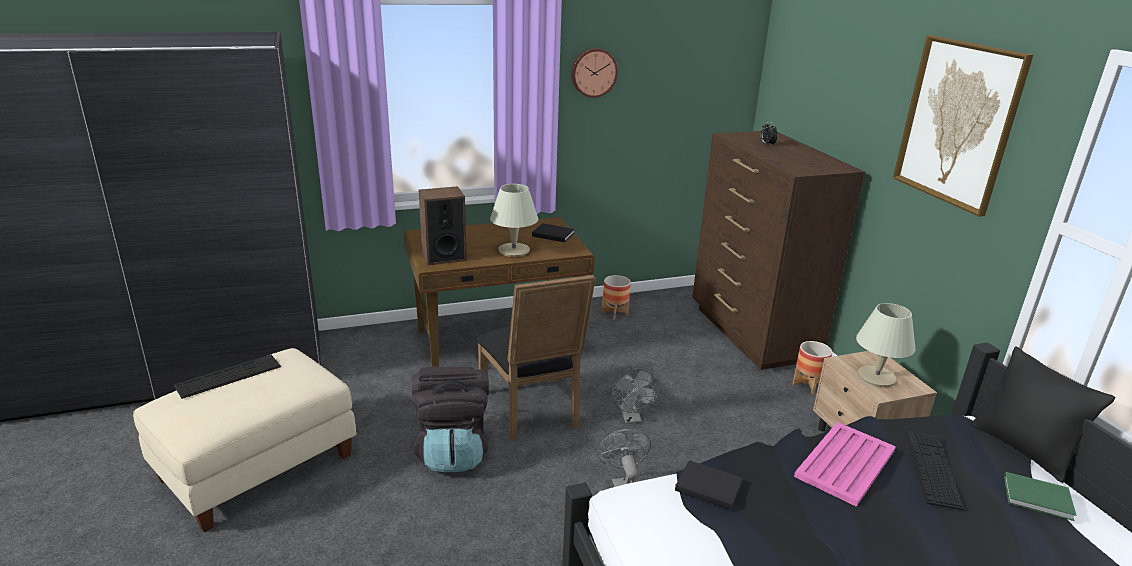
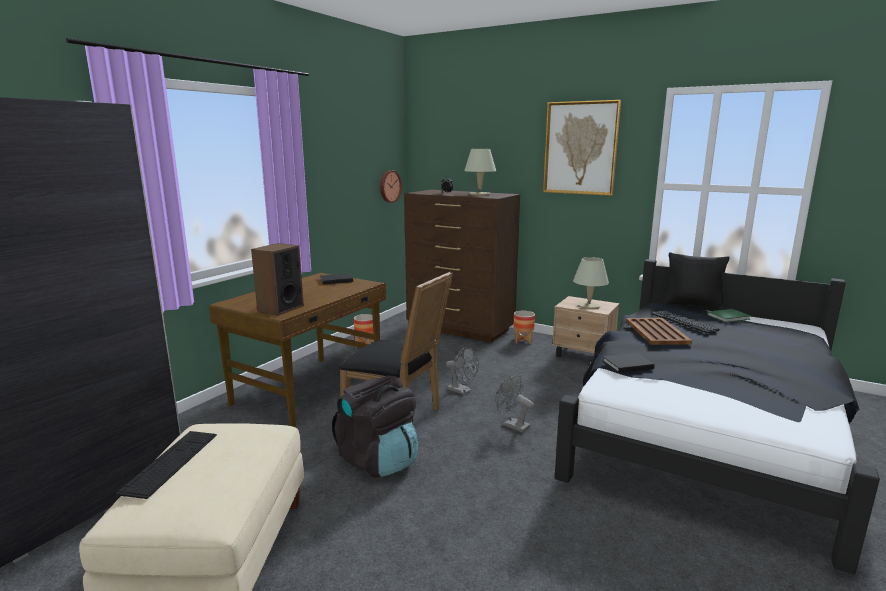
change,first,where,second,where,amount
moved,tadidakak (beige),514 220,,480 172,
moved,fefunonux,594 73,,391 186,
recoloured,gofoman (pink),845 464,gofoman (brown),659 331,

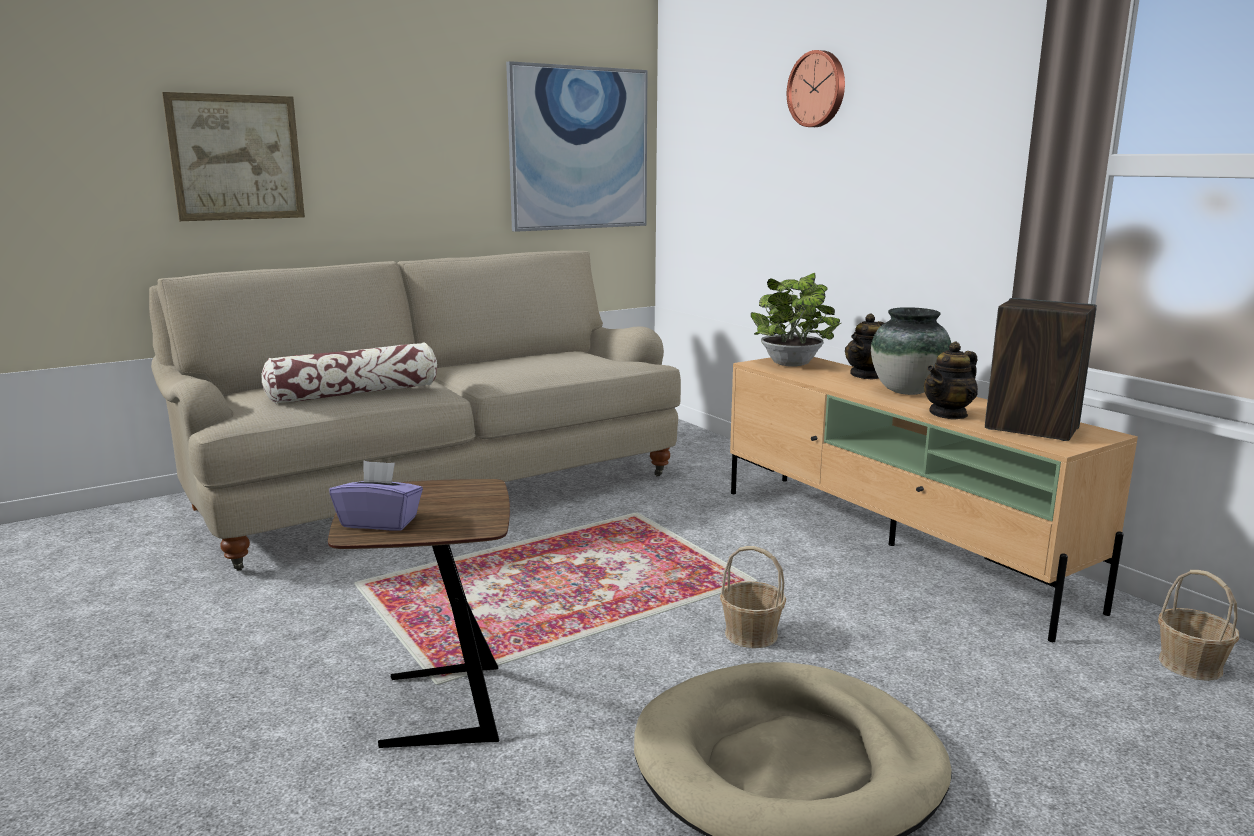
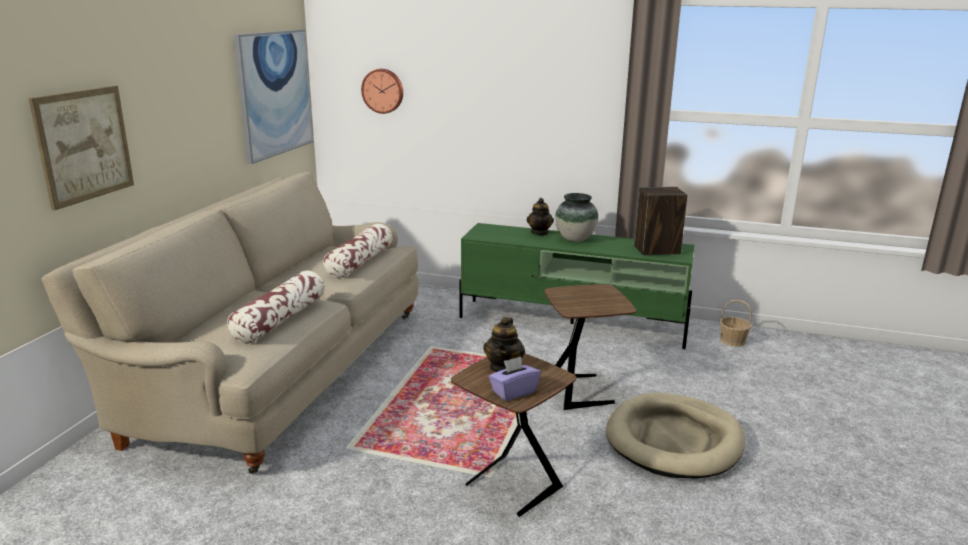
change,first,where,second,where,amount
removed,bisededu,796 320,,,
added,,,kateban,358 251,
moved,fefunonux,816 88,,382 91,
moved,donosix,951 381,,504 344,
replaced,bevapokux,753 597,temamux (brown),590 347,
recoloured,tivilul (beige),934 499,tivilul (green),576 286,

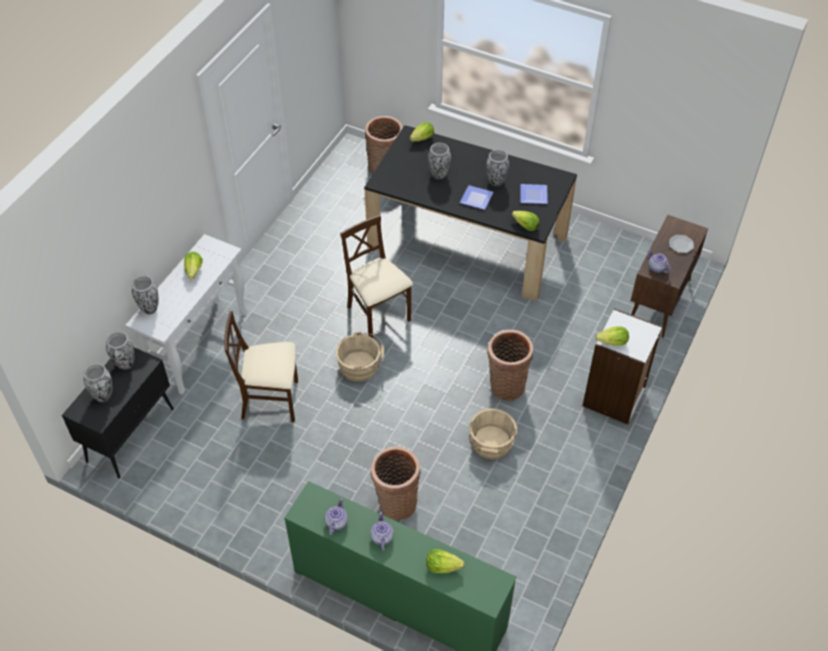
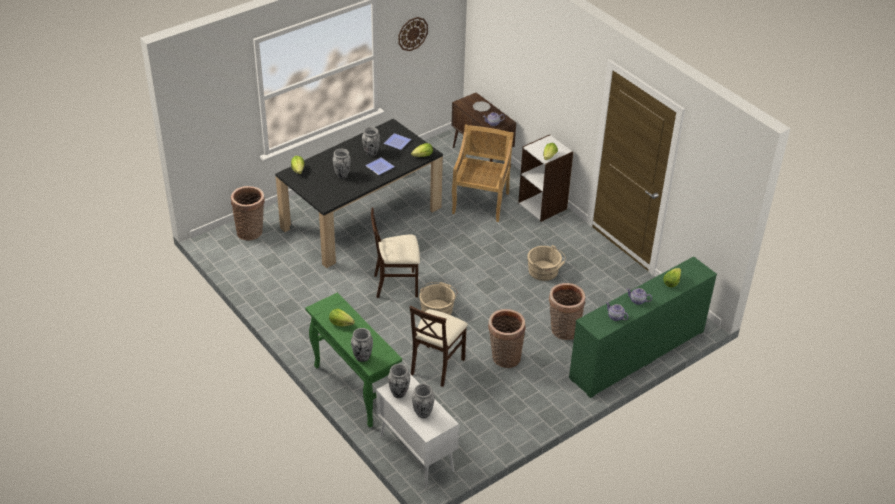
change,first,where,second,where,amount
added,,,fefunonux,413 34,
added,,,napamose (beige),483 173,
moved,bevapokux,510 365,,507 338,
recoloured,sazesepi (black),118 412,sazesepi (white),417 431,
recoloured,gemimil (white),186 314,gemimil (green),353 360,

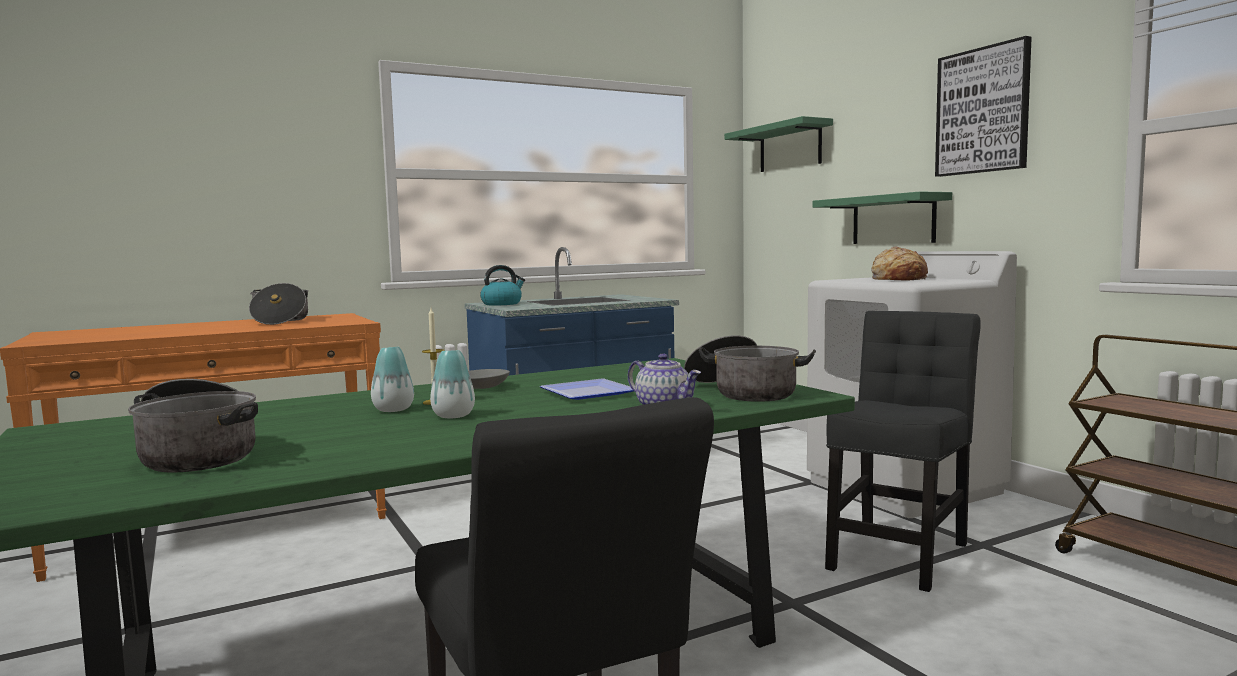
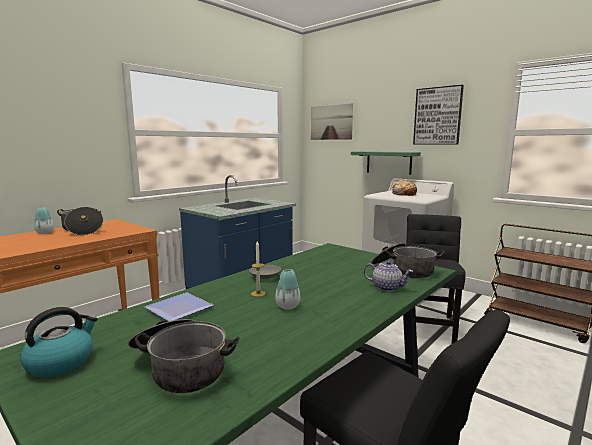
change,first,where,second,where,amount
moved,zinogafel,392 379,,44 220,
moved,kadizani,502 285,,58 342,
moved,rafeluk,587 389,,179 307,
replaced,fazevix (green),778 144,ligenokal,332 121,

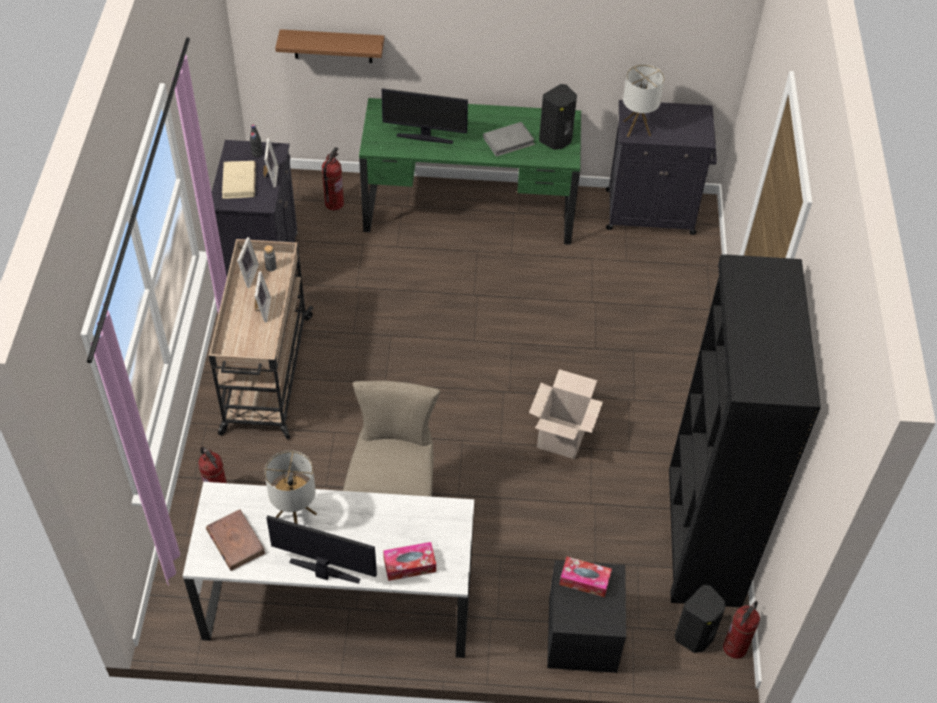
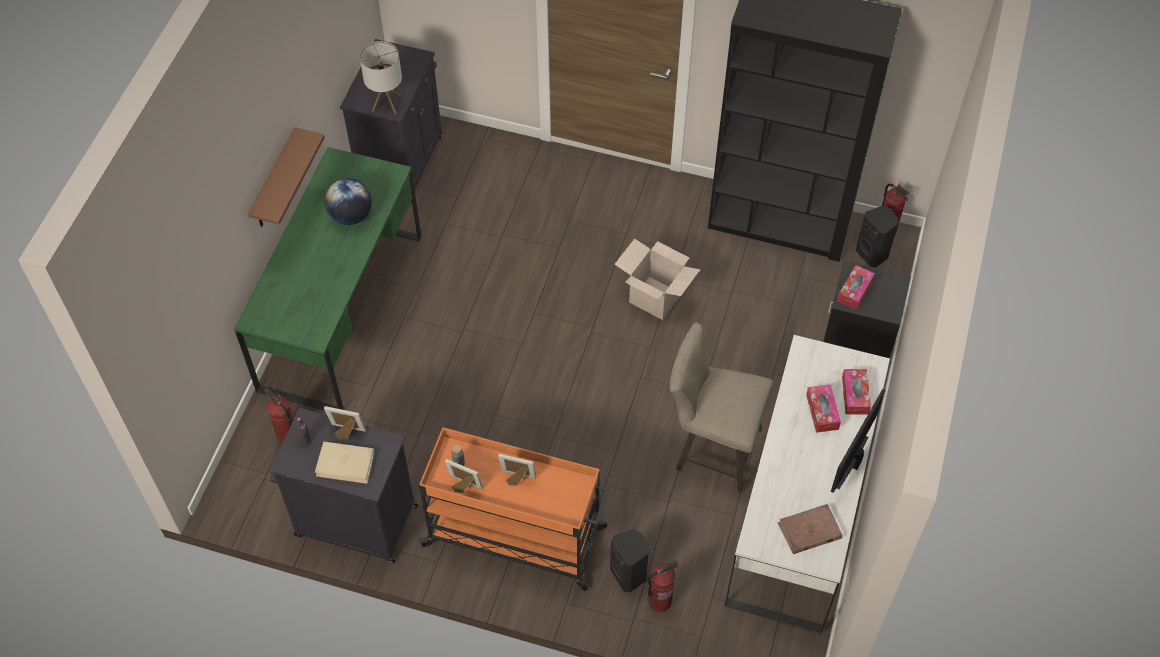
change,first,where,second,where,amount
removed,tadidakak,290 487,,,
removed,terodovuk,425 116,,,
added,,,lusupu,823 408,
moved,fazevix (brown),329 46,,286 177,
moved,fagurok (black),558 117,,629 560,
replaced,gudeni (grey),509 139,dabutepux,348 201,
recoloured,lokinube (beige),261 339,lokinube (orange),513 509,

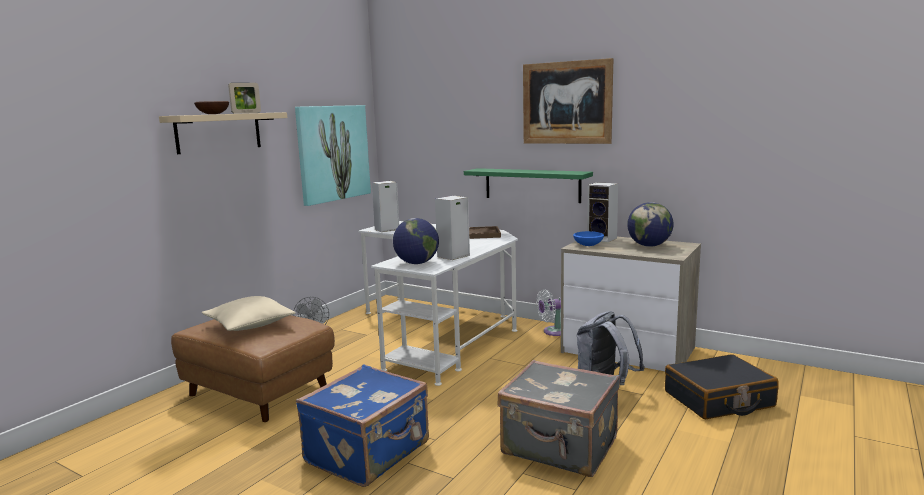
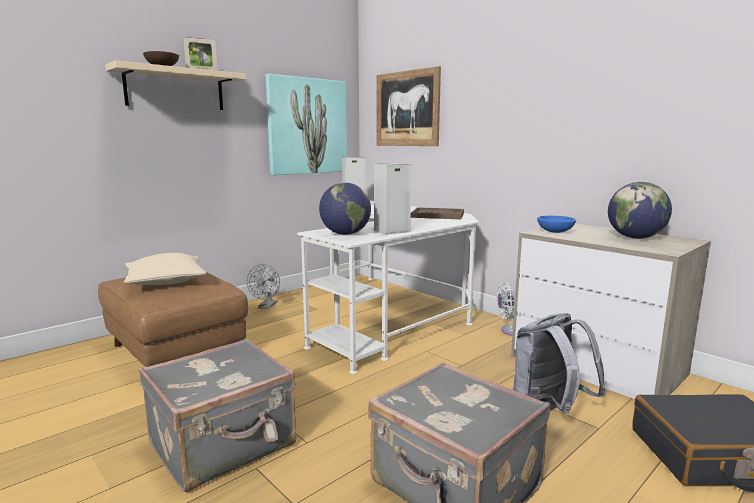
change,first,where,second,where,amount
removed,fazevix (green),528 185,,,
removed,fagurok,602 212,,,
moved,ligenokal,568 101,,408 106,
recoloured,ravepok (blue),362 426,ravepok (grey),217 415,

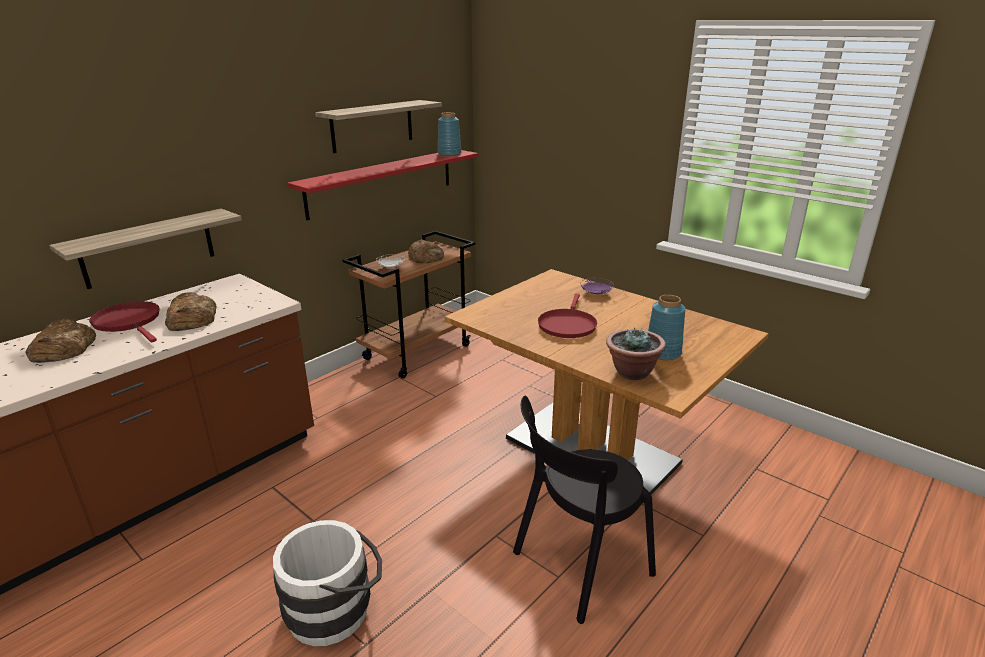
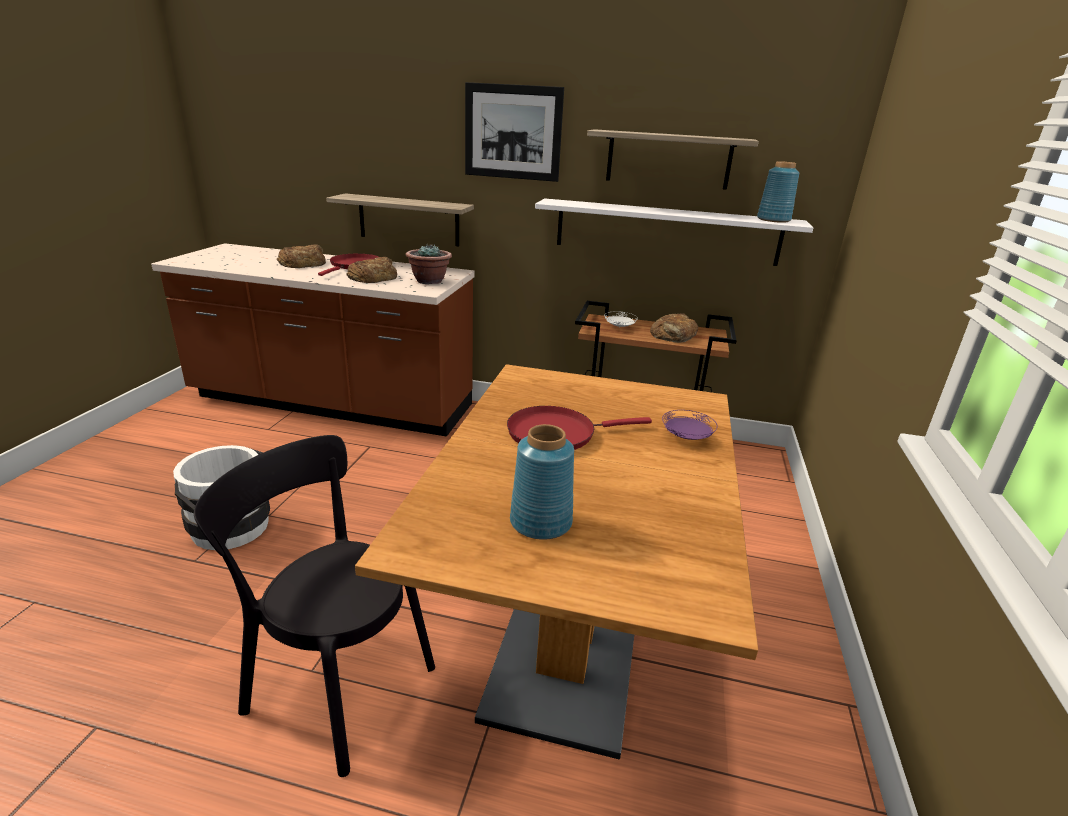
change,first,where,second,where,amount
added,,,ligenokal,514 132,
moved,bisededu,636 354,,429 263,
recoloured,fazevix (red),382 185,fazevix (white),674 232,

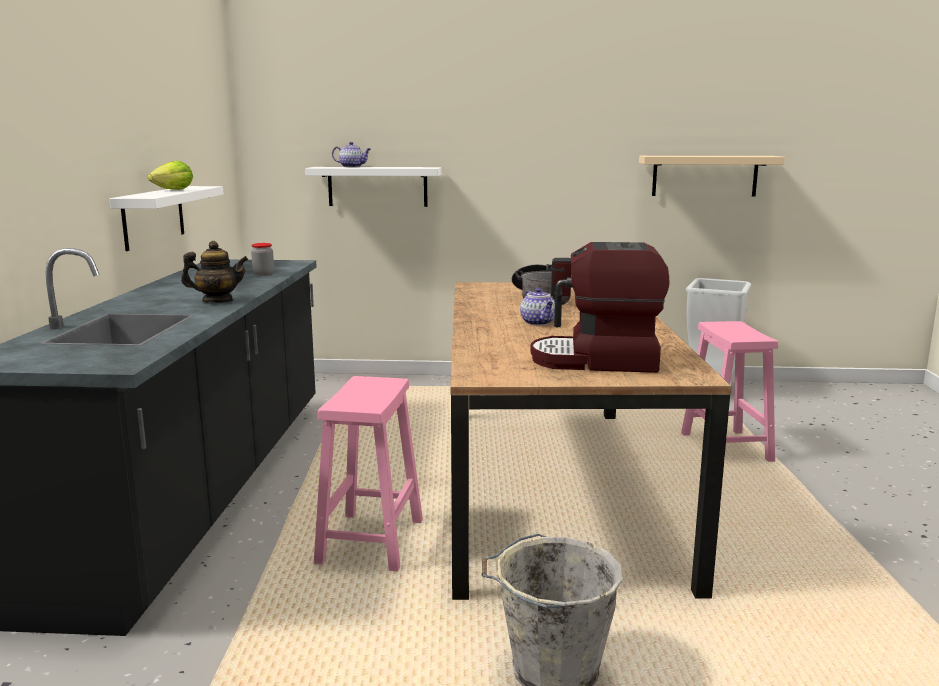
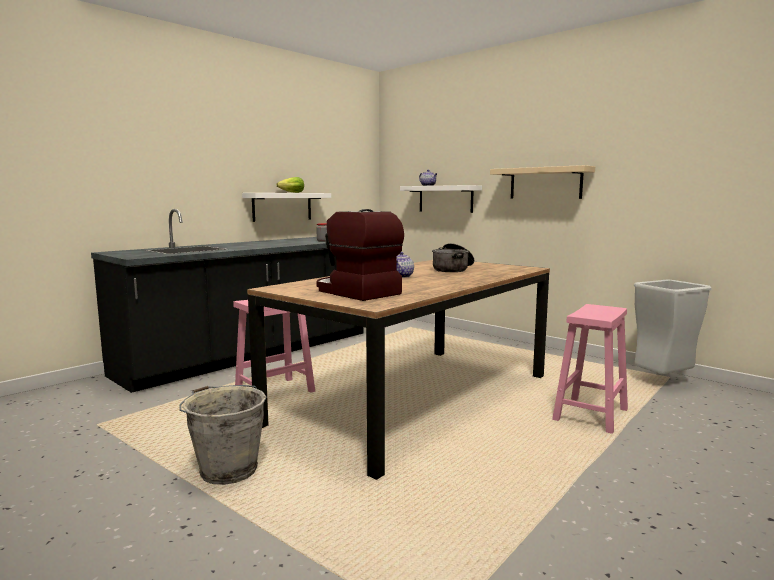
change,first,where,second,where,amount
removed,donosix,214 272,,,
moved,fazevix (beige),712 176,,542 182,

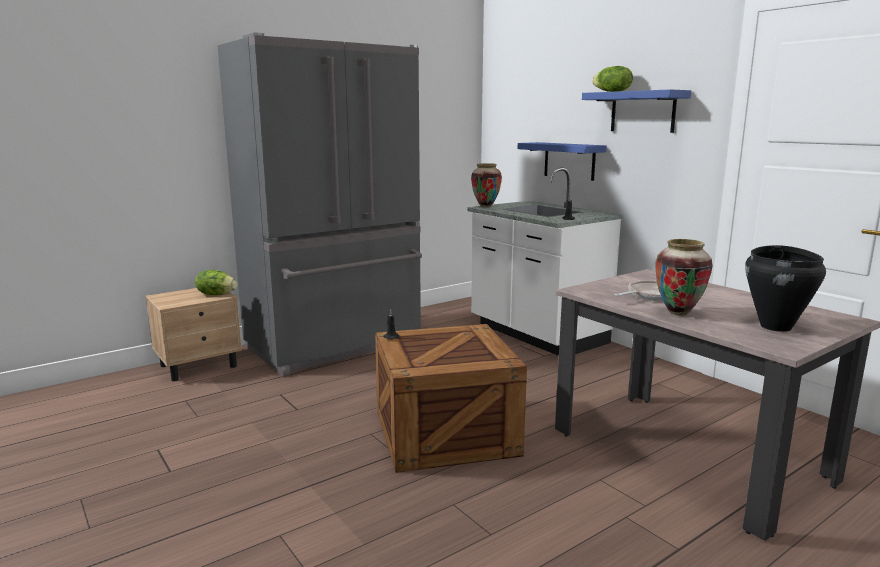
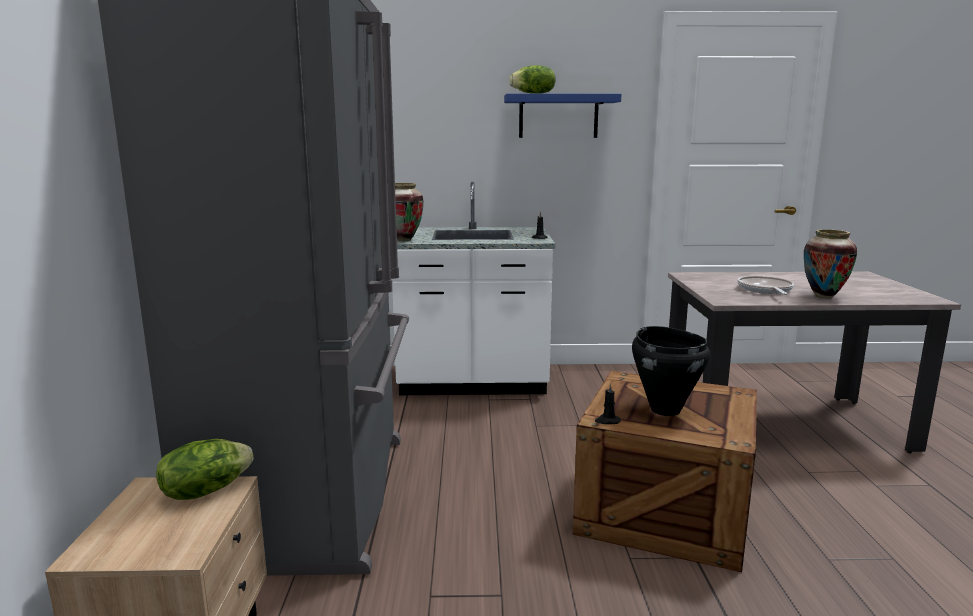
change,first,where,second,where,amount
removed,fazevix (blue),562 161,,,
moved,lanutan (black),785 288,,671 371,

